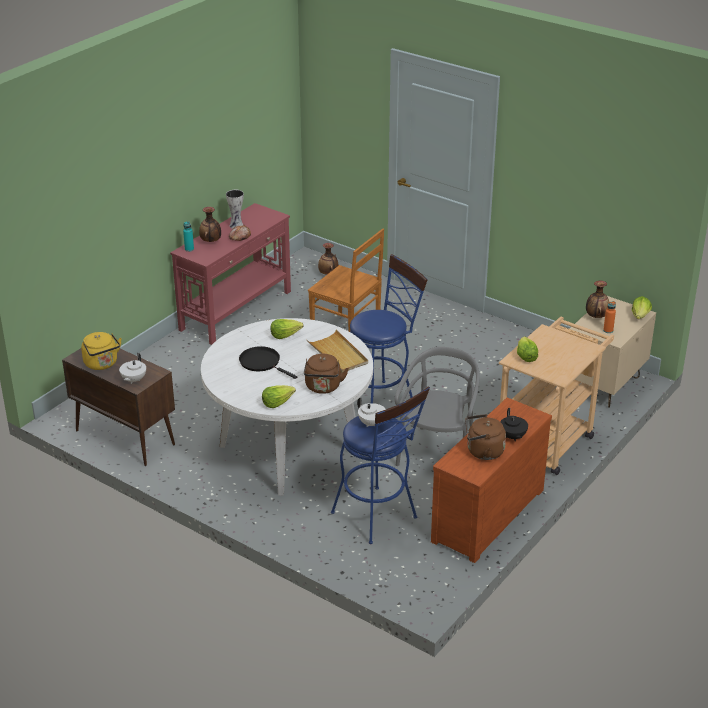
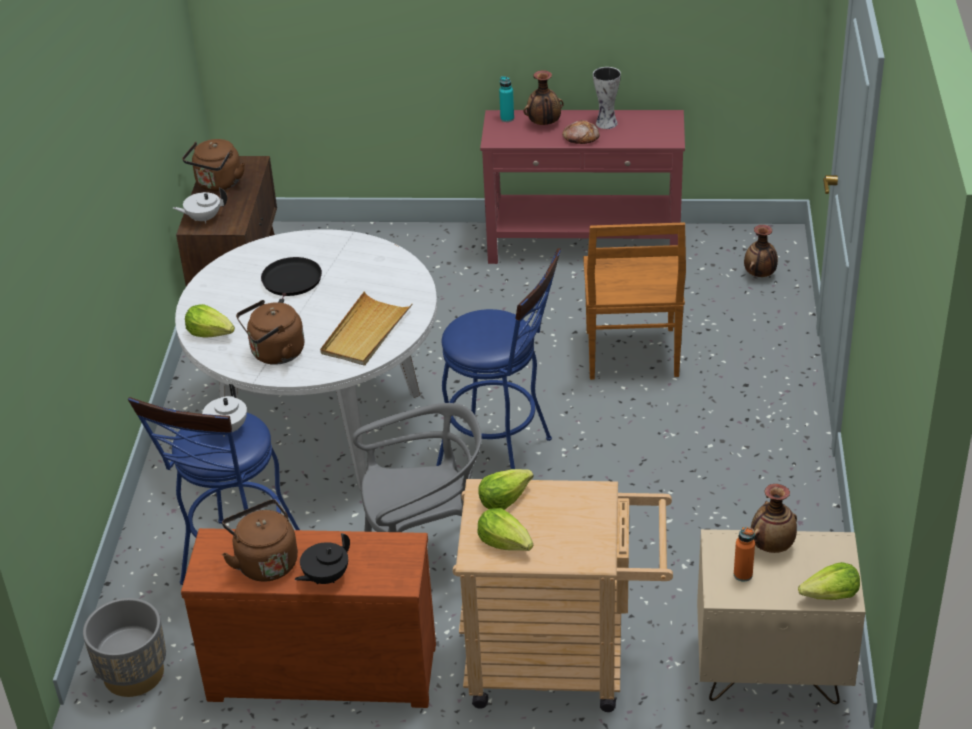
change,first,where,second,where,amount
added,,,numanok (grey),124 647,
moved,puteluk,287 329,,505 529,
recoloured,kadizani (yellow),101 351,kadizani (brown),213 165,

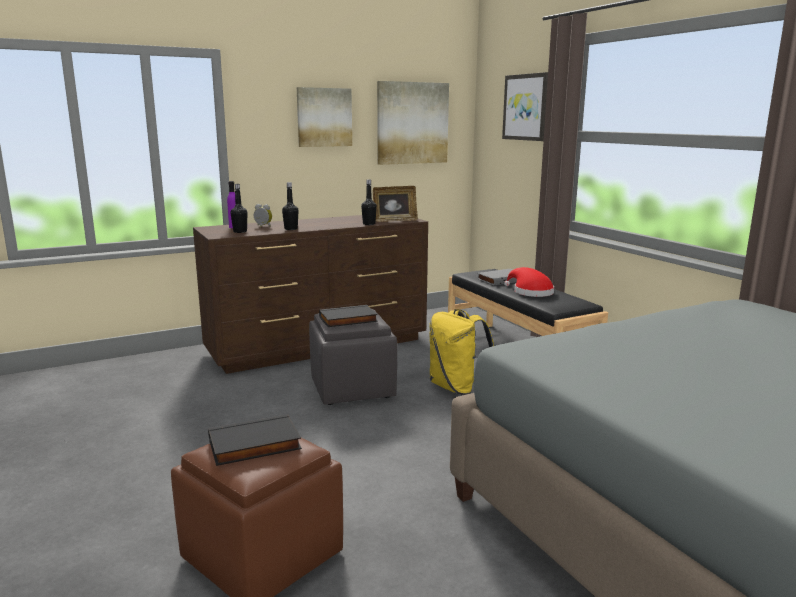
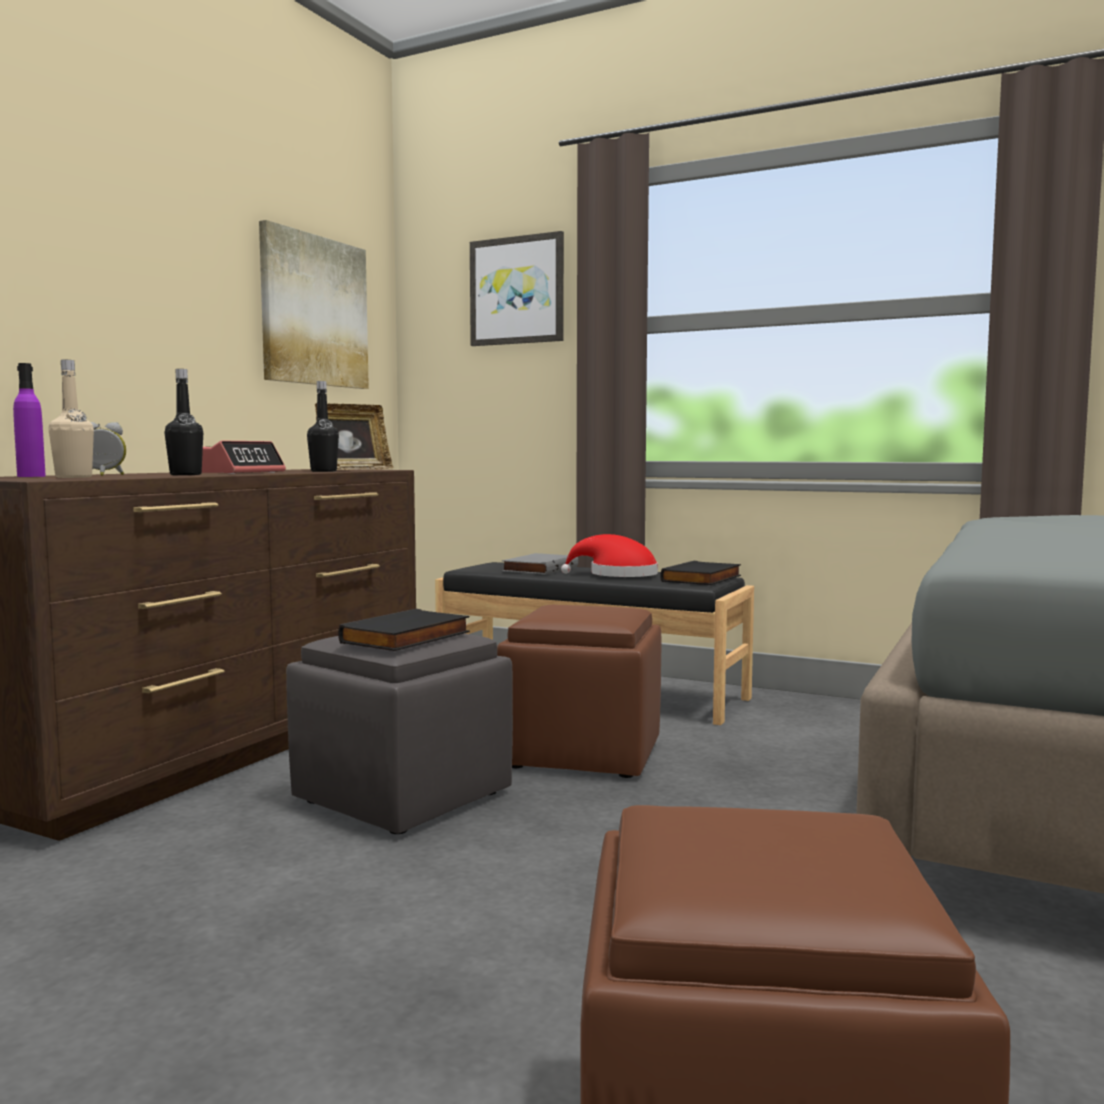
change,first,where,second,where,amount
removed,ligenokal,324 117,,,
added,,,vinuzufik,244 457,
moved,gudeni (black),255 440,,700 573,
replaced,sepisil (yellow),461 352,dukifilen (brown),579 691,
recoloured,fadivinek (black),238 208,fadivinek (beige),71 419,

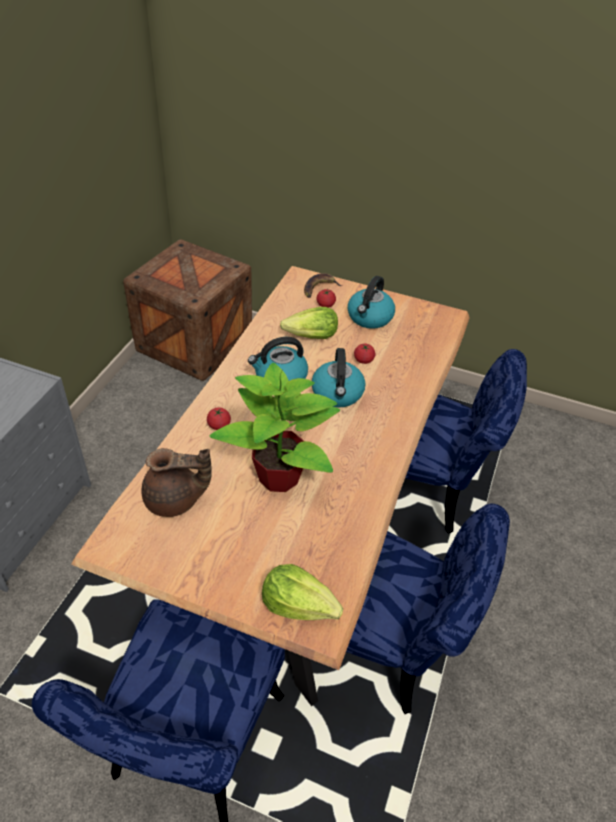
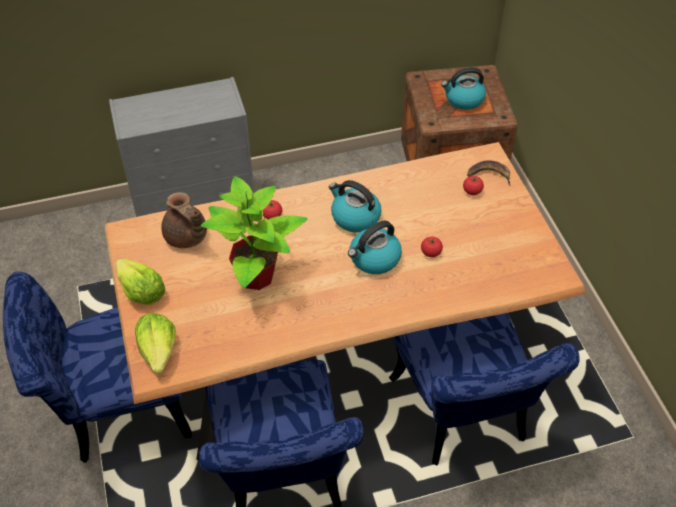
change,first,where,second,where,amount
moved,puteluk,309 323,,141 281,
moved,kadizani,371 302,,463 88,

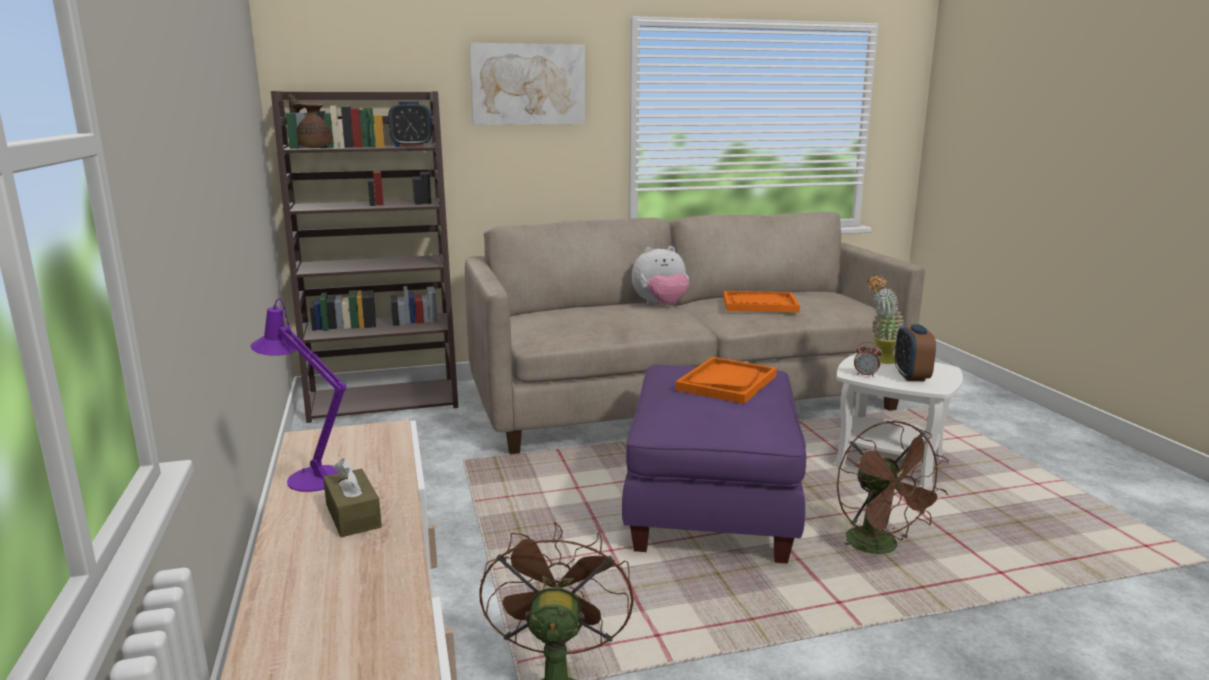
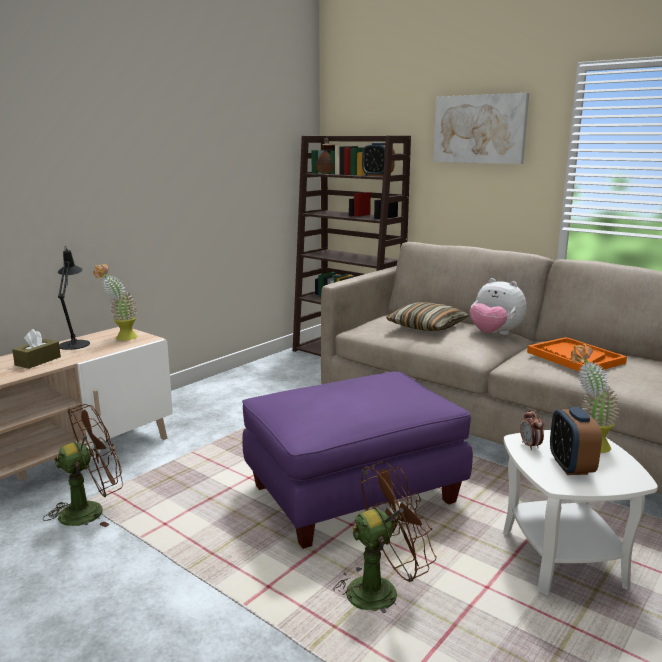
change,first,where,second,where,amount
removed,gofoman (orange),726 380,,,
added,,,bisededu,115 302,
added,,,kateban,428 316,
recoloured,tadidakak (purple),298 395,tadidakak (black),74 298,
turned,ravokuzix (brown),893 487,,384 537,150 degrees counterclockwise
turned,vinuzufik,915 352,,576 441,60 degrees counterclockwise

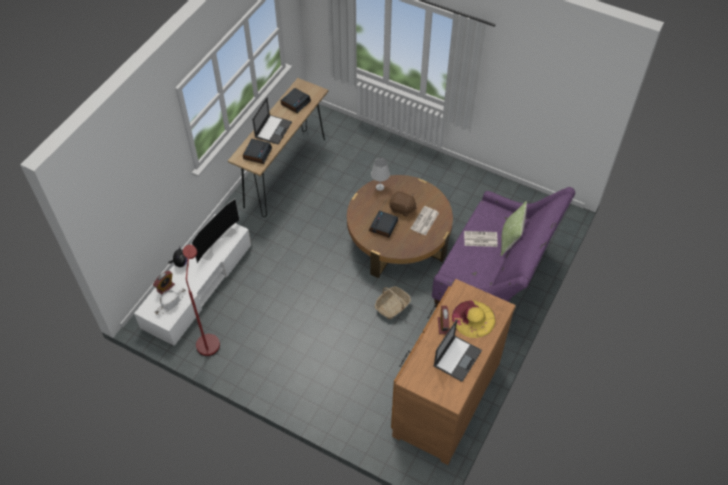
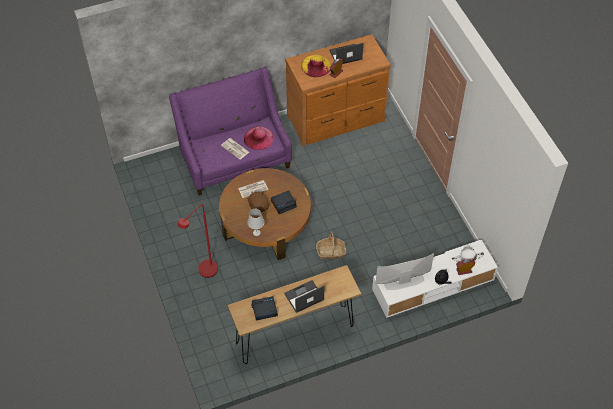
change,first,where,second,where,amount
removed,vinuzufik,257 151,,,
removed,kateban,514 228,,,
added,,,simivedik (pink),259 138,
moved,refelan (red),201 300,,198 241,
moved,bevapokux,393 302,,331 245,

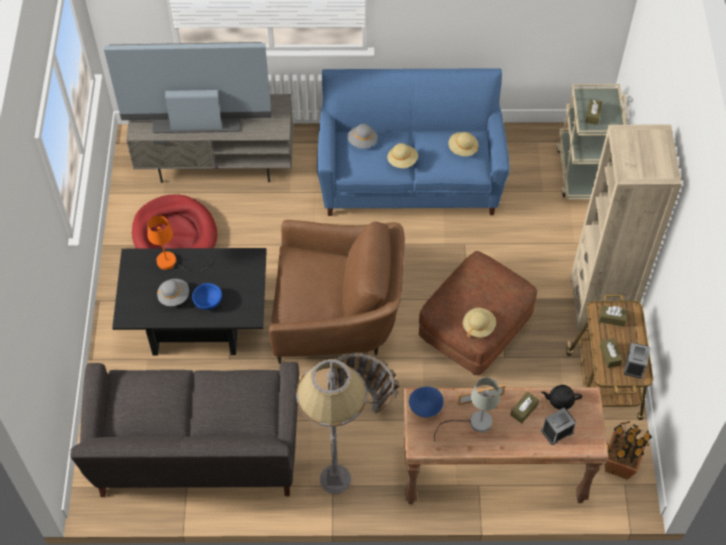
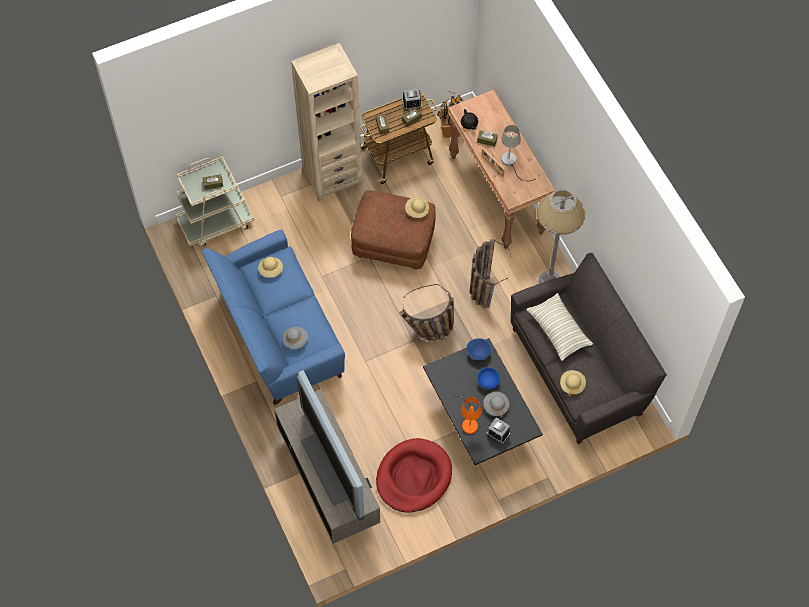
change,first,where,second,where,amount
added,,,kateban,559 327,
moved,simivedik (beige),402 155,,573 383,
moved,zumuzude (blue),426 401,,479 349,
moved,vinuzufik,558 426,,498 430,
replaced,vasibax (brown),337 292,bevapokux,426 312,

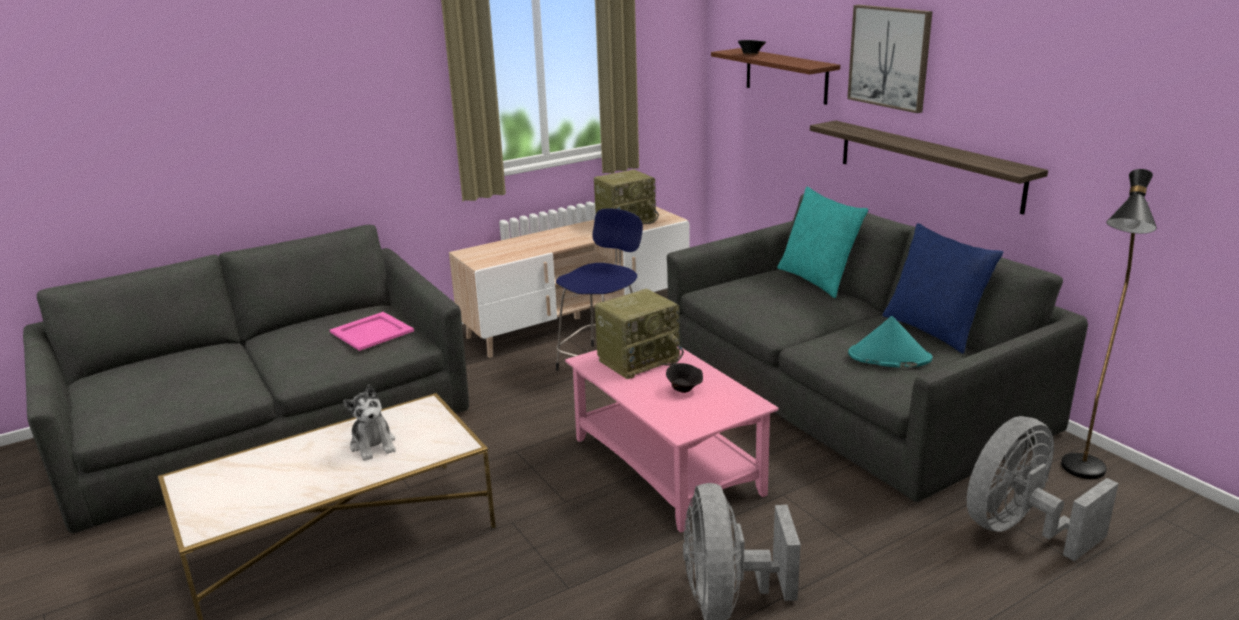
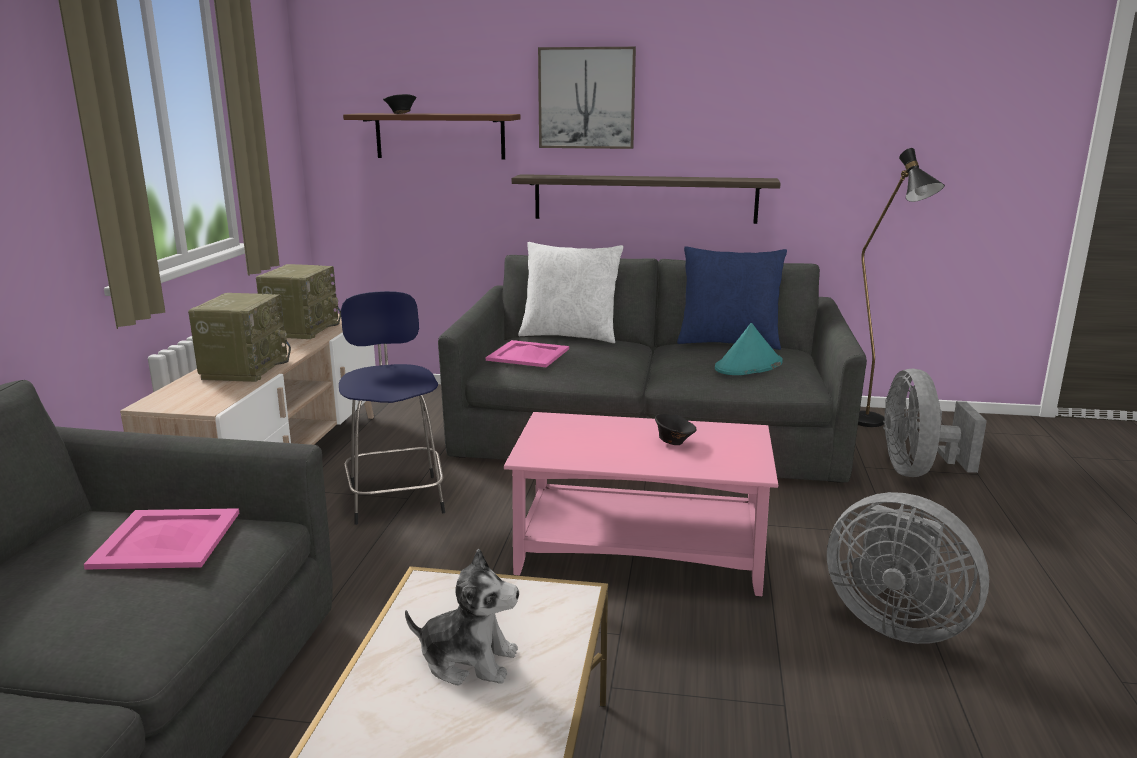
change,first,where,second,where,amount
added,,,gofoman (pink),527 353,
moved,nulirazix,639 334,,239 337,
recoloured,kateban (turquoise),822 242,kateban (white),571 292,

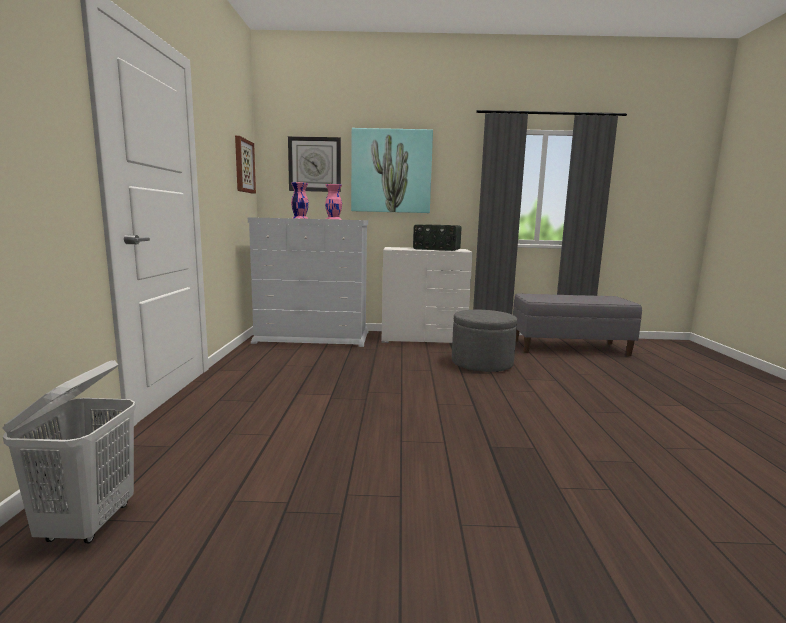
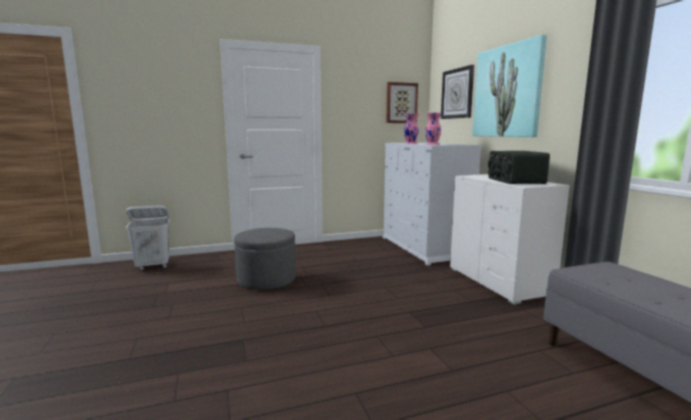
change,first,where,second,where,amount
moved,dukifilen (grey),484 341,,265 259,

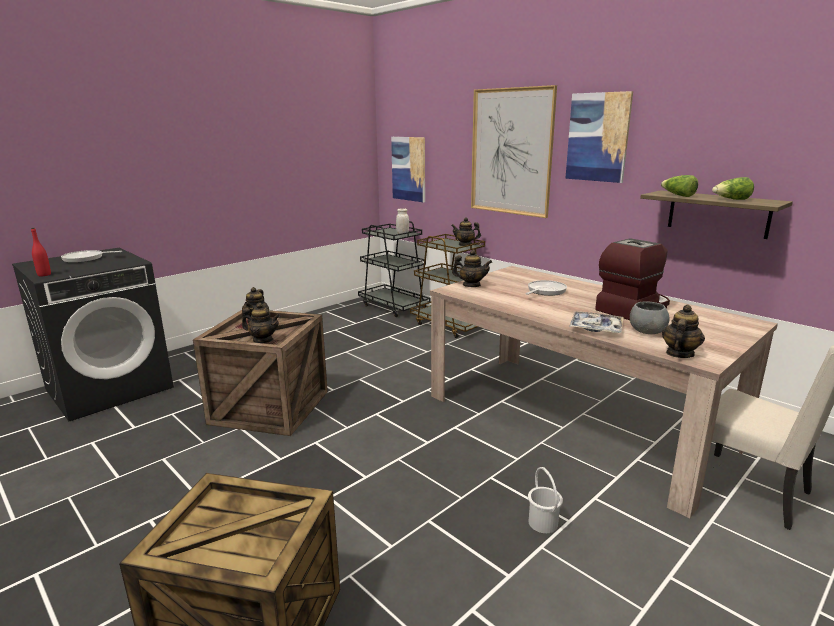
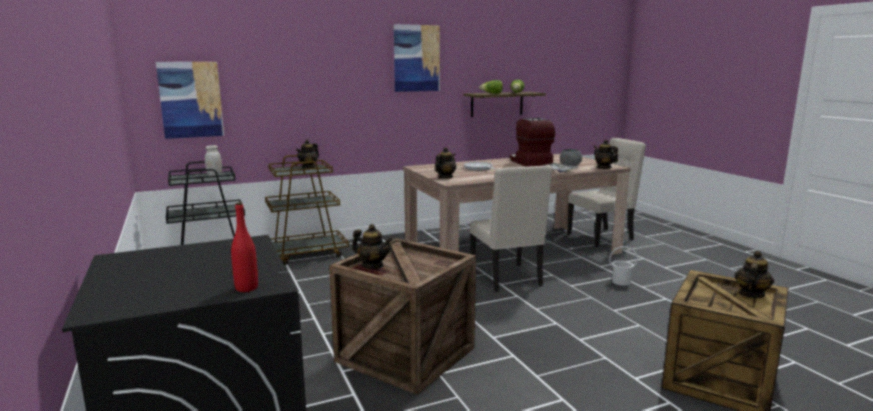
change,first,where,second,where,amount
removed,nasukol,91 256,,,
removed,ligenokal,514 151,,,
added,,,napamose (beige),511 228,
moved,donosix,261 323,,754 274,

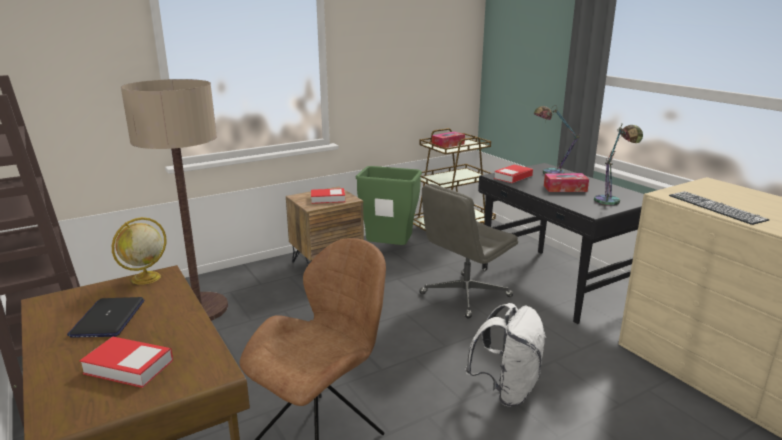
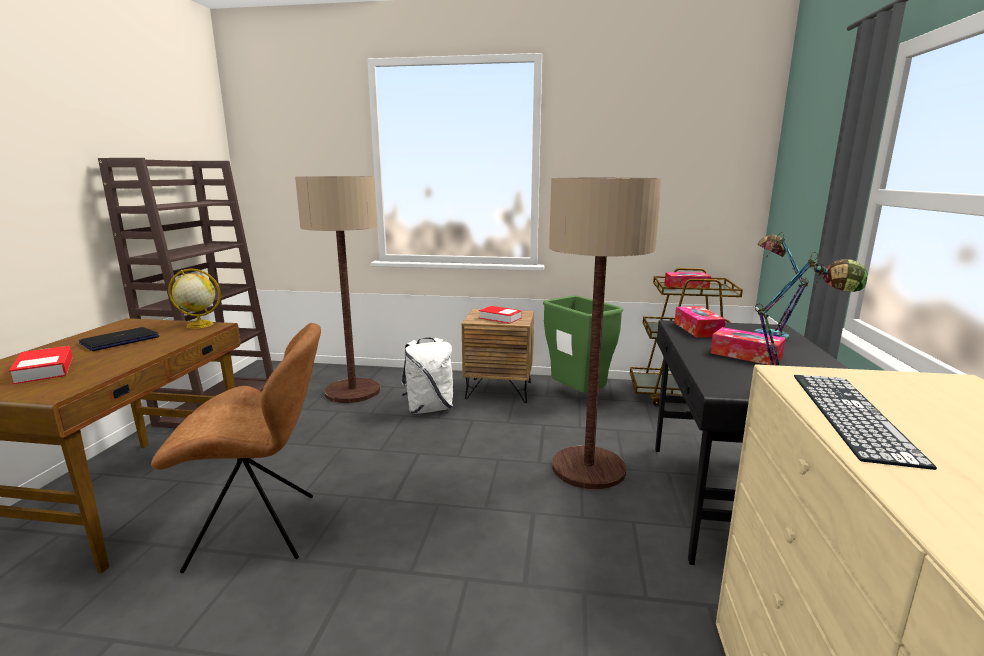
change,first,where,second,where,amount
moved,sepisil (white),505 355,,427 375,
replaced,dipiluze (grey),468 251,refelan,605 334,
replaced,gudeni,513 174,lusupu,700 322,

